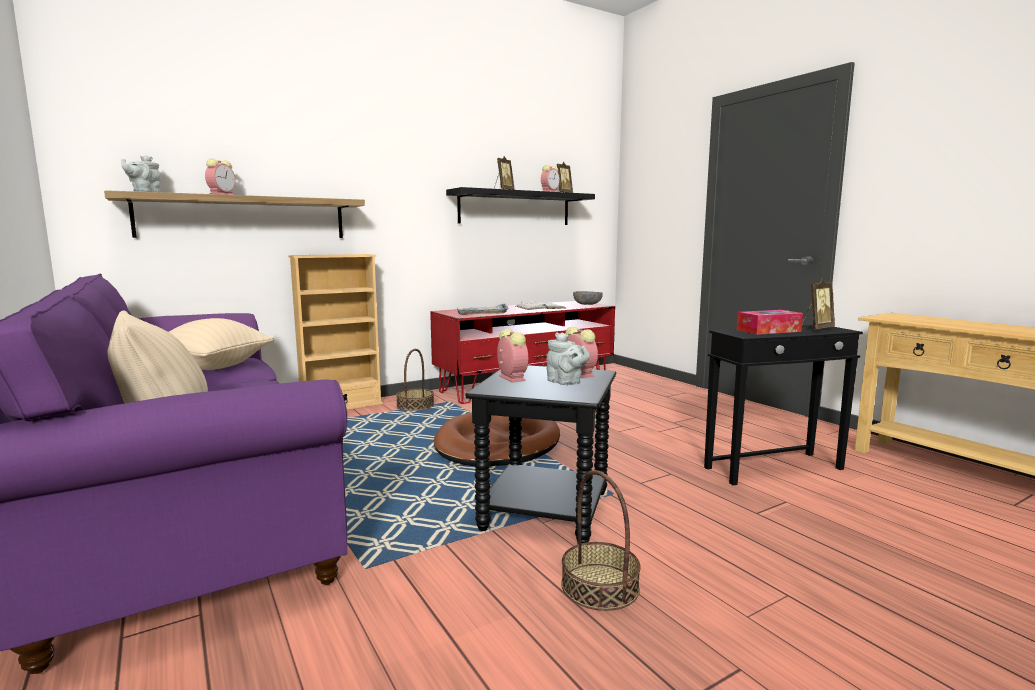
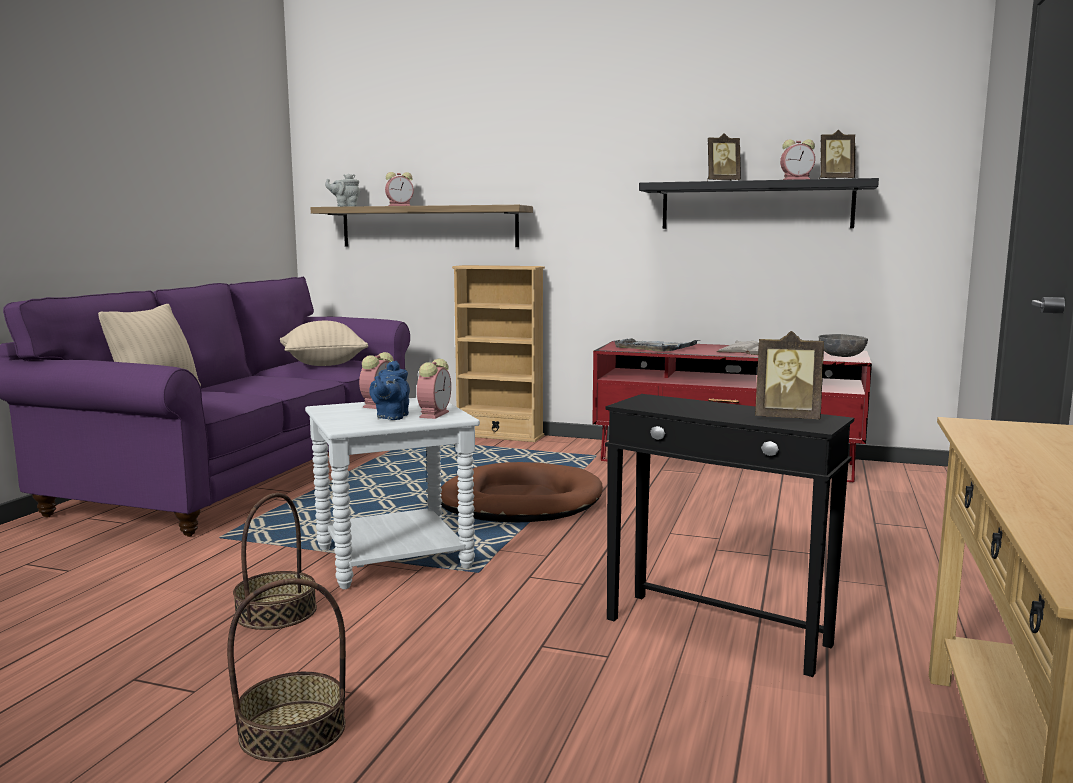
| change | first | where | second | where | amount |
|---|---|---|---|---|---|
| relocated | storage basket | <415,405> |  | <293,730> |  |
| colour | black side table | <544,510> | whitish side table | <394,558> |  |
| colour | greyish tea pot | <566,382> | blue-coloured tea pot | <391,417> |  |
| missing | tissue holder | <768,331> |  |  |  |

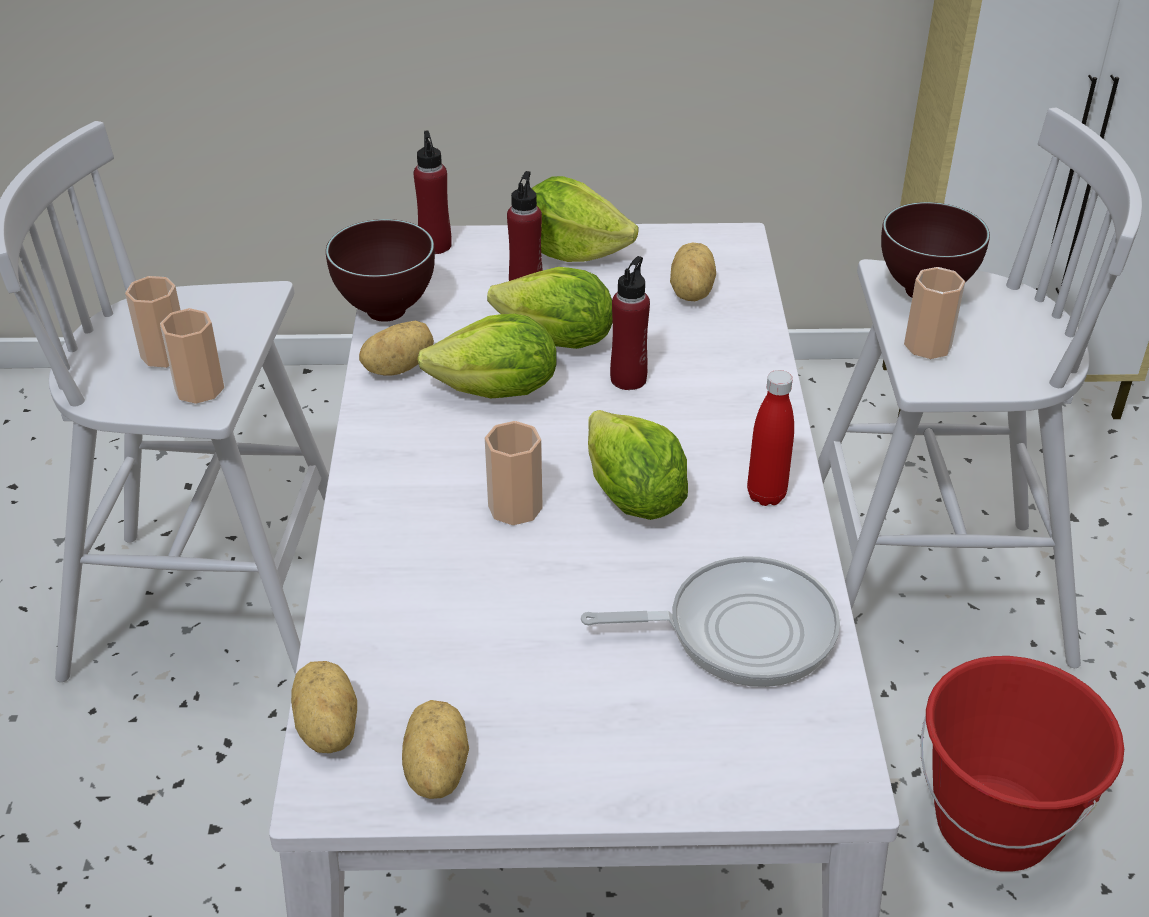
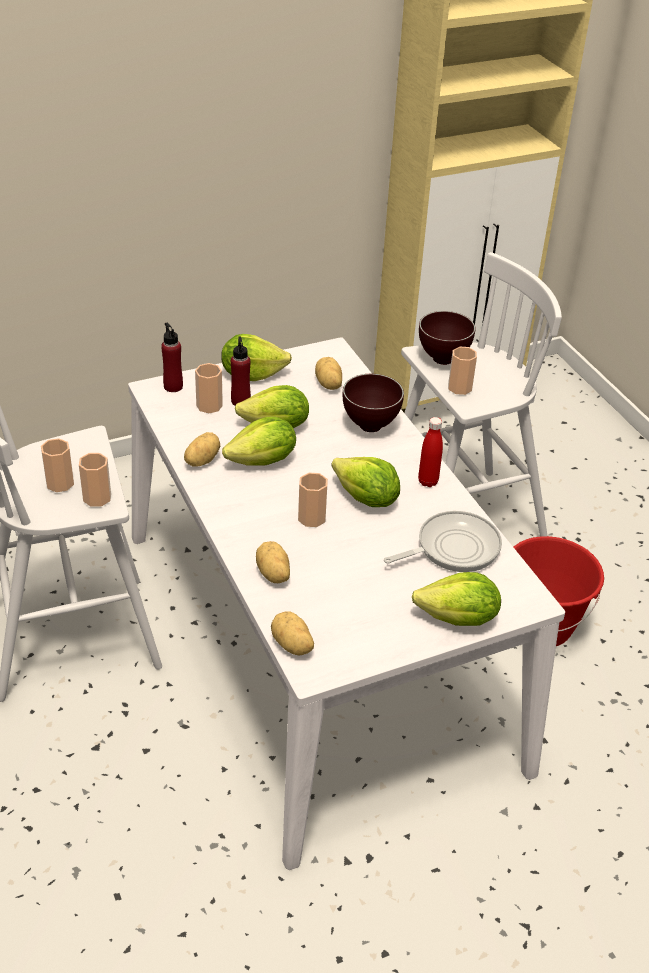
| change | first | where | second | where | amount |
|---|---|---|---|---|---|
| relocated | brownish deep dish | <389,312> |  | <371,426> |  |
| relocated | potato | <434,771> |  | <272,574> |  |
| missing | red beverage bottle | <628,379> |  |  |  |
| appeared |  |  | small cup | <209,406> |  |
| appeared |  |  | lettuce | <458,619> |  |

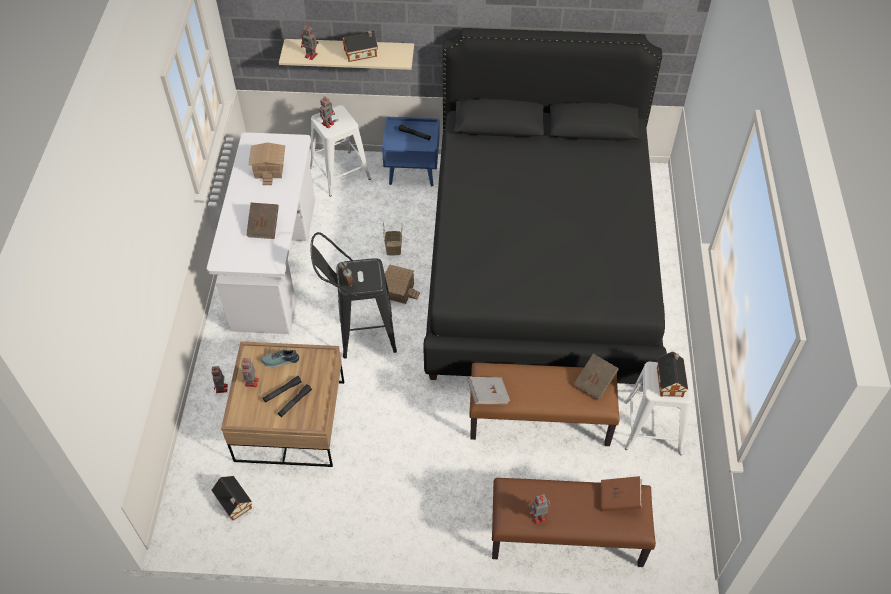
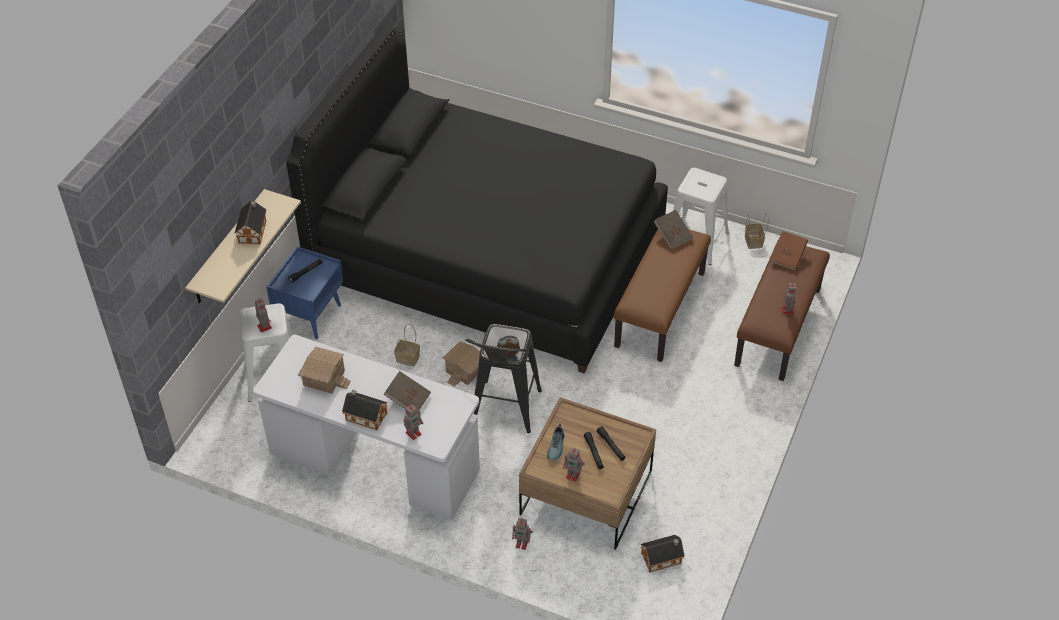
| change | first | where | second | where | amount |
|---|---|---|---|---|---|
| relocated | toy robot | <311,56> |  | <414,433> |  |
| missing | greyish bound book | <488,395> |  |  |  |
| relocated | toy house | <670,380> |  | <365,415> |  |
| appeared |  |  | storage basket | <754,242> |  |

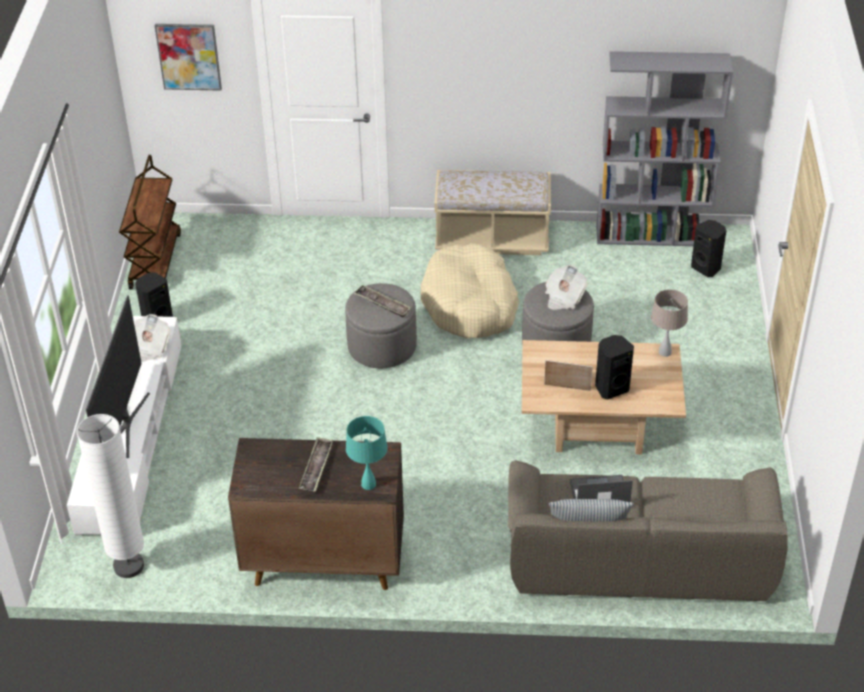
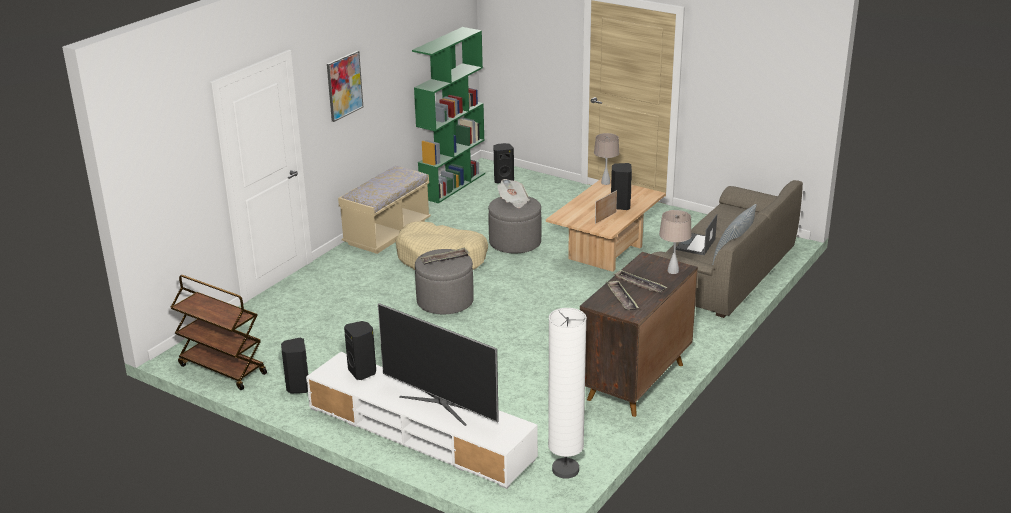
| change | first | where | second | where | amount |
|---|---|---|---|---|---|
| exchanged | printed paper | <149,348> | black loudspeaker | <363,372> |  |
| relocated | picture | <188,56> |  | <344,85> |  |
| colour | turquoise tabletop lamp | <368,484> | beige-coloured tabletop lamp | <673,271> |  |
| colour | greyish shelving unit | <652,235> | green-coloured shelving unit | <453,185> |  |
| appeared |  |  | tray | <621,298> |  |

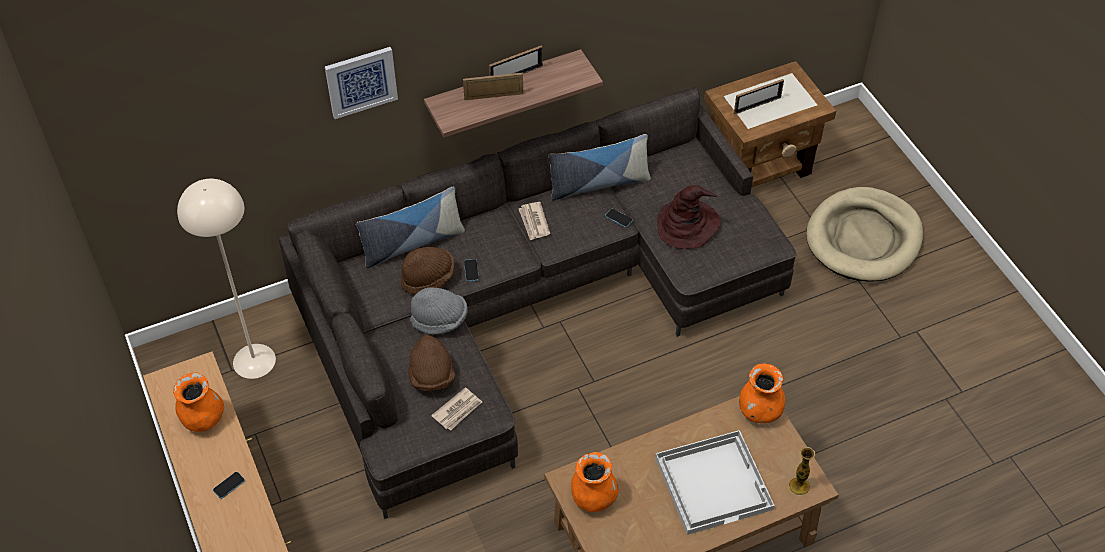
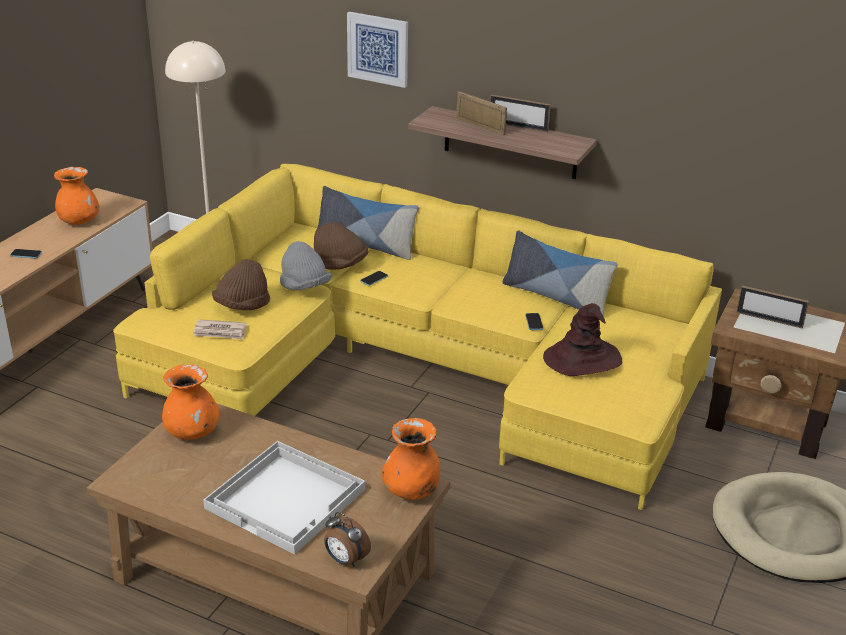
| change | first | where | second | where | amount |
|---|---|---|---|---|---|
| colour | greyish settee | <525,306> | yellow settee | <420,367> |  |
| missing | printed paper | <534,222> |  |  |  |
| exchanged | flower vase | <799,486> | bedside clock | <345,560> |  |

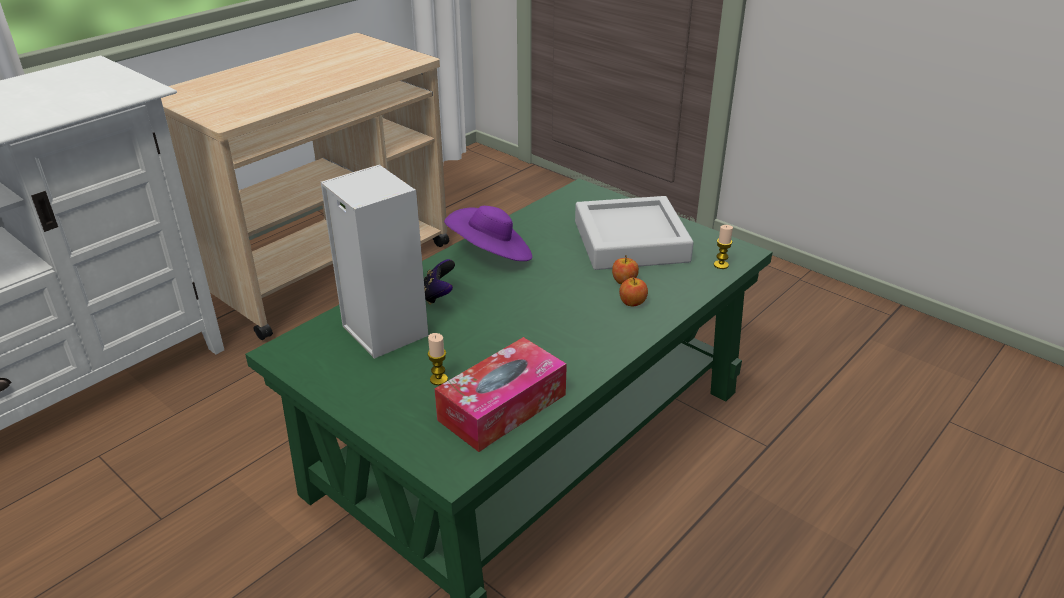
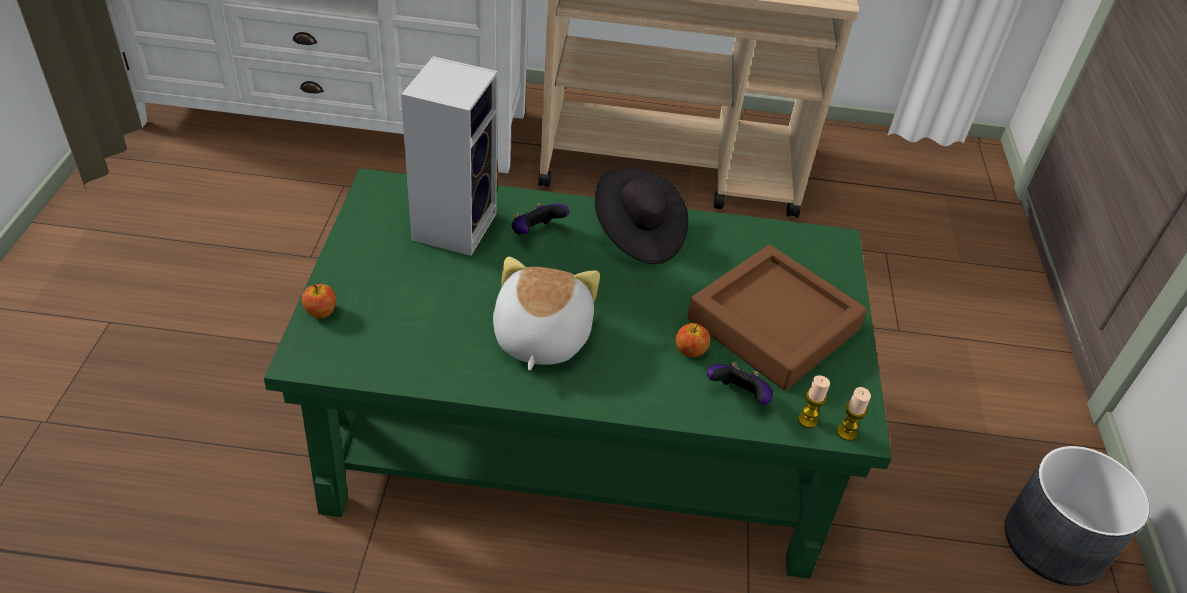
| change | first | where | second | where | amount |
|---|---|---|---|---|---|
| relocated | candle | <438,379> |  | <846,432> |  |
| missing | tissue holder | <502,407> |  |  |  |
| colour | purple clothing hat | <491,255> | black clothing hat | <637,234> |  |
| colour | greyish tray | <630,241> | brownish tray | <773,324> |  |
| relocated | apple fruit | <632,302> |  | <321,312> |  |
| appeared |  |  | plush toy | <539,337> |  |
| appeared |  |  | game controller | <738,396> |  |
| appeared |  |  | greyish flower pot | <1055,542> |  |

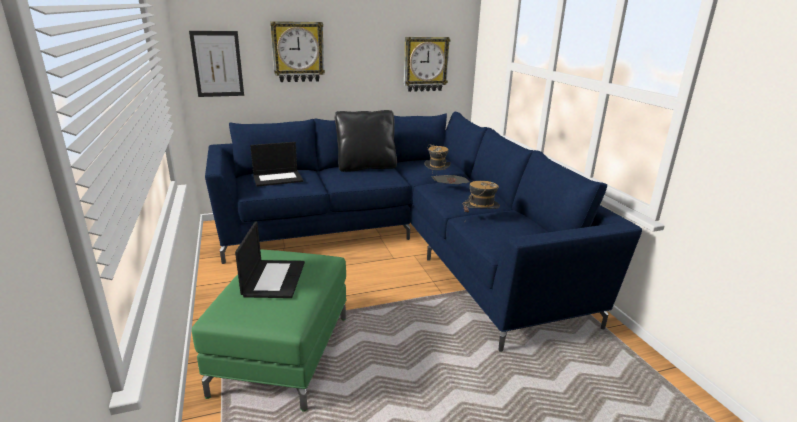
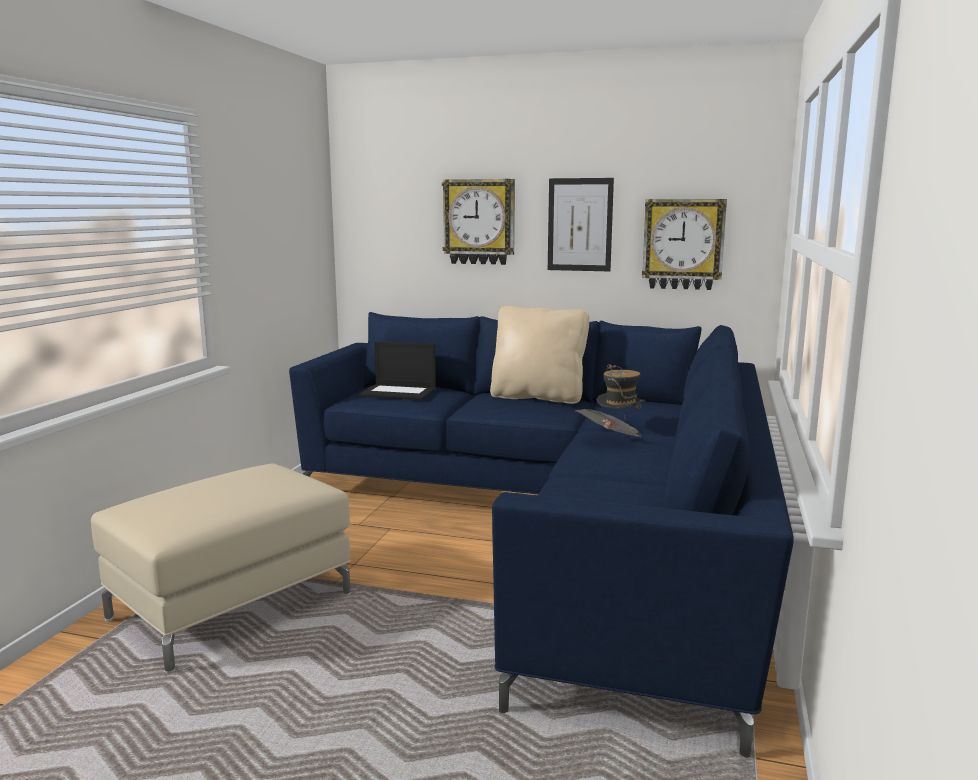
| change | first | where | second | where | amount |
|---|---|---|---|---|---|
| relocated | picture | <217,64> |  | <580,225> |  |
| colour | green-coloured ottoman | <282,353> | beige-coloured ottoman | <232,605> |  |
| missing | portable computer | <273,278> |  |  |  |
| colour | black throw pillow | <366,167> | beige-coloured throw pillow | <538,397> |  |
| missing | clothing hat | <480,220> |  |  |  |

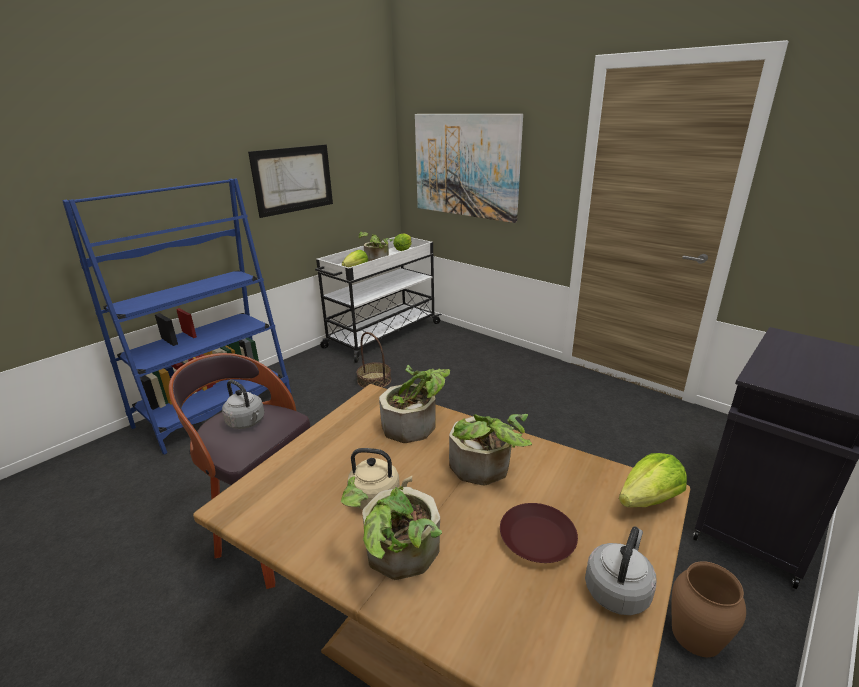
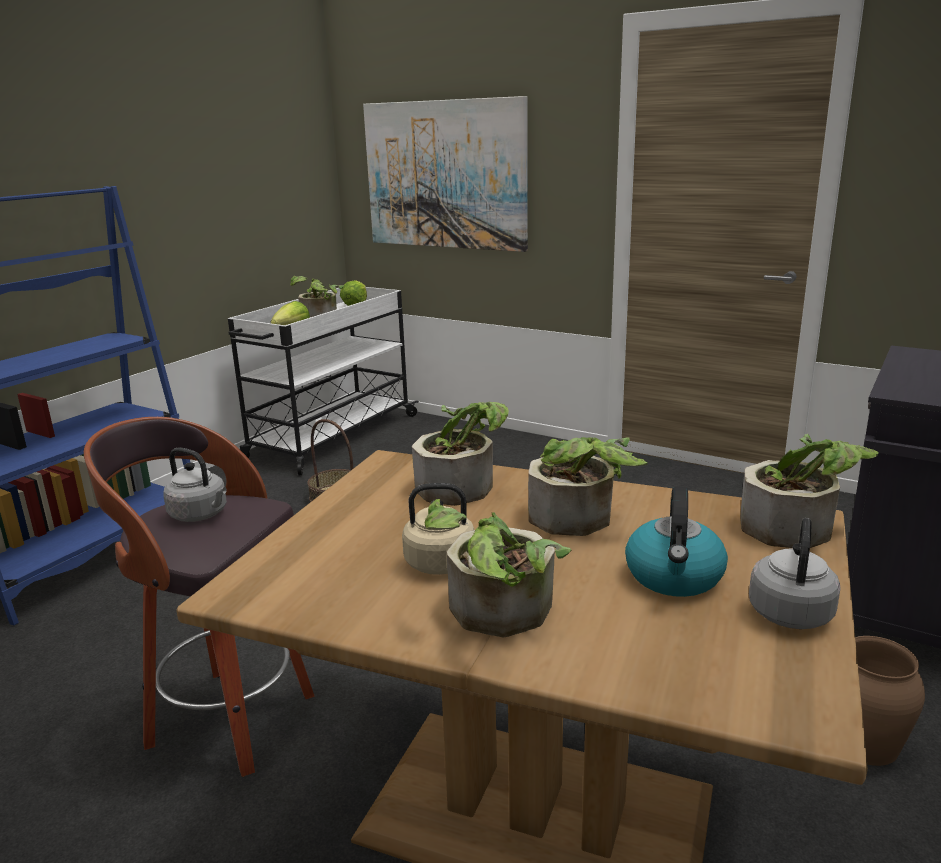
| change | first | where | second | where | amount |
|---|---|---|---|---|---|
| missing | picture | <293,179> |  |  |  |
| exchanged | brownish plate | <538,538> | water kettle | <674,577> |  |
| exchanged | lettuce | <649,500> | potted plant | <798,528> |  |

